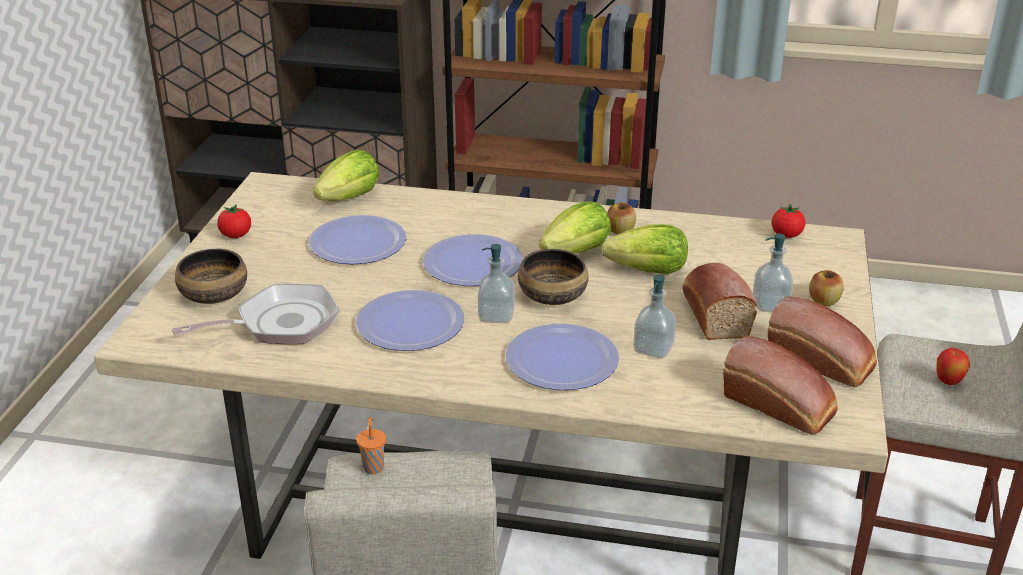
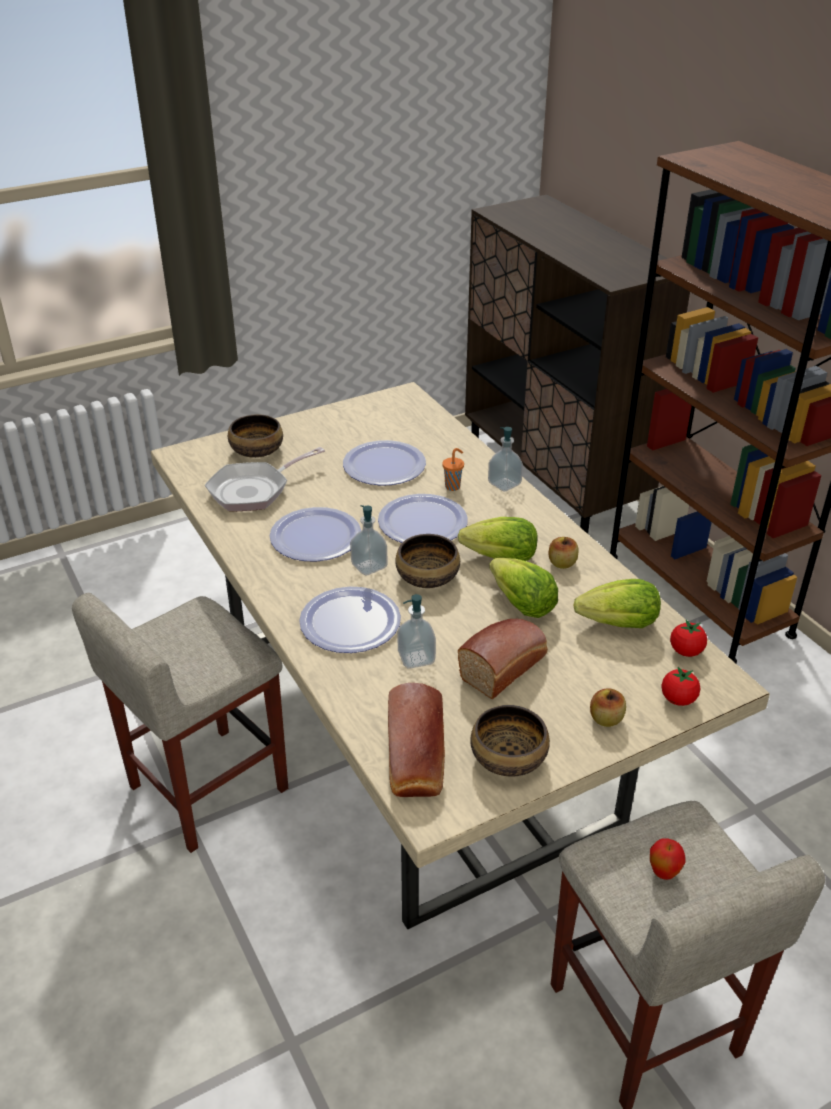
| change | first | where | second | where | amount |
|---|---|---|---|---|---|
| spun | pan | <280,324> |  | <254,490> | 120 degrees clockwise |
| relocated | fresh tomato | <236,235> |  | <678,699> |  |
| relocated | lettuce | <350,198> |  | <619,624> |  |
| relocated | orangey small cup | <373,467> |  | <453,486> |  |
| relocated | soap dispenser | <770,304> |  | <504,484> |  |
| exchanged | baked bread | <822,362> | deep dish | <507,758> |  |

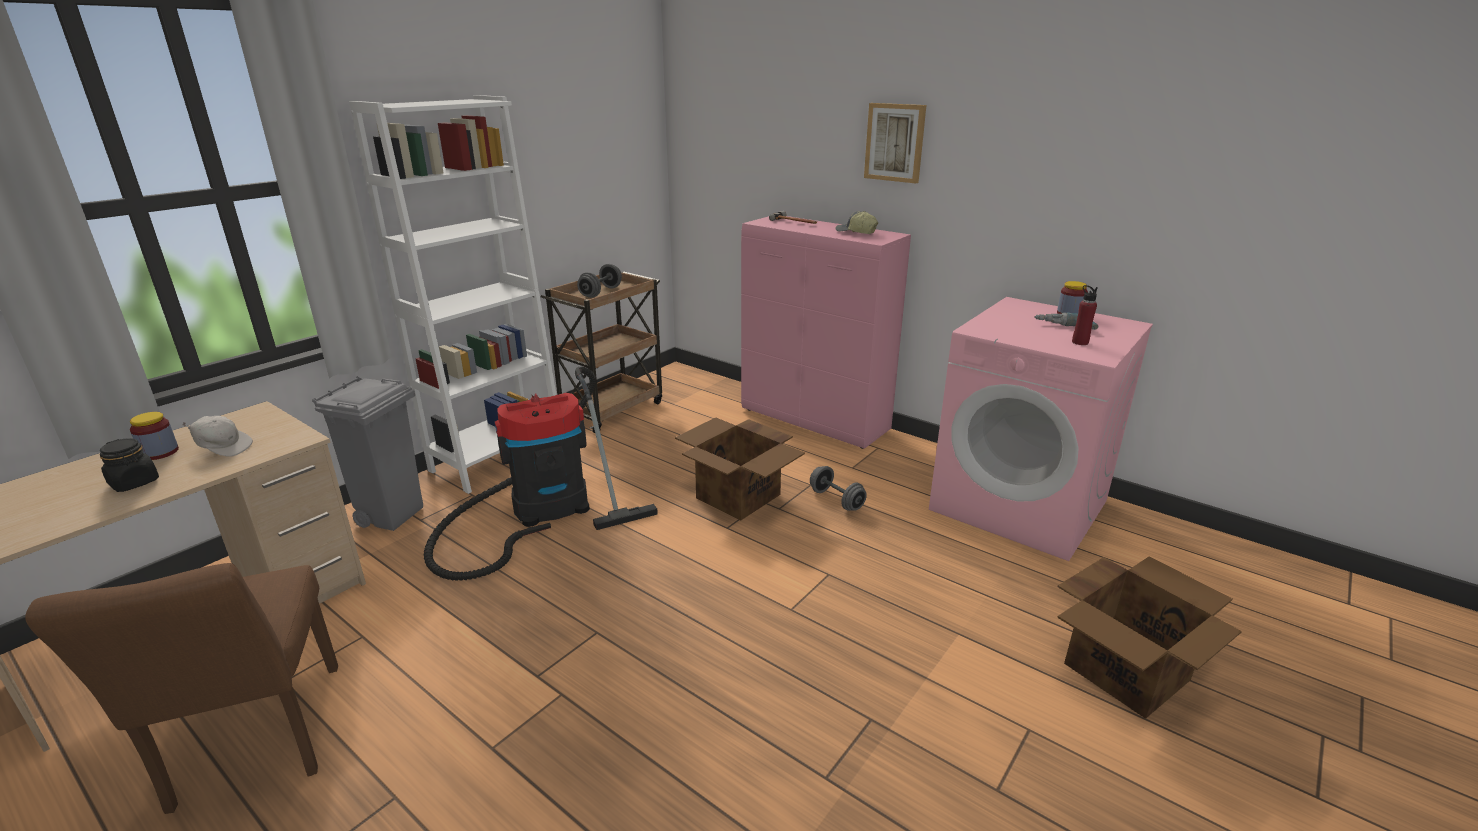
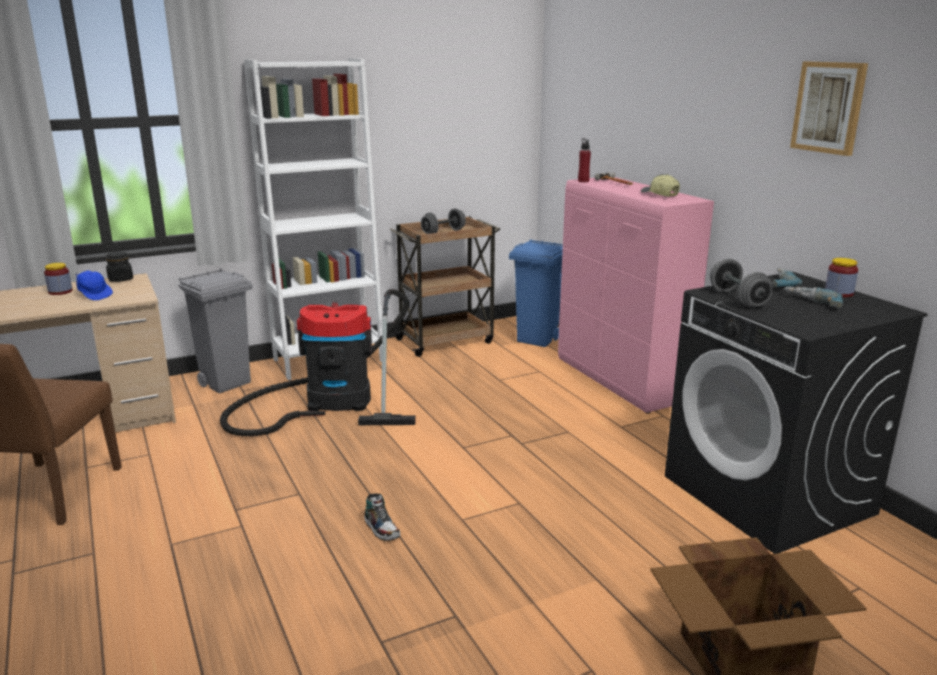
| change | first | where | second | where | amount |
|---|---|---|---|---|---|
| relocated | black jar | <134,483> |  | <121,279> |  |
| colour | whitish baseball cap | <223,448> | blue-coloured baseball cap | <94,295> |  |
| missing | carton | <739,497> |  |  |  |
| relocated | greyish free weight | <836,500> |  | <738,299> |  |
| relocated | picture | <895,142> |  | <829,107> |  |
| colour | pinkish laundry machine | <1020,505> | black laundry machine | <769,495> |  |
| relocated | red beverage bottle | <1080,342> |  | <583,181> |  |
| appeared |  |  | low shoe | <382,529> |  |
| appeared |  |  | blue-coloured waste bin | <537,340> |  |
| appeared |  |  | power drill | <776,283> |  |

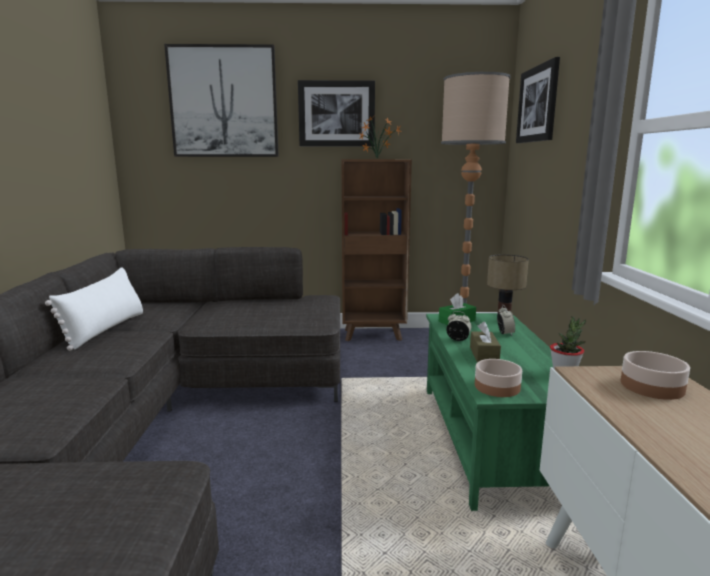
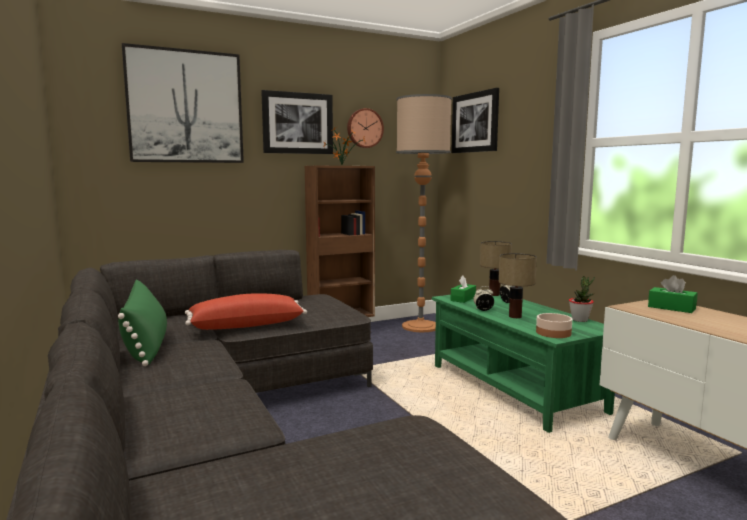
| change | first | where | second | where | amount |
|---|---|---|---|---|---|
| colour | whitish throw pillow | <106,329> | green-coloured throw pillow | <146,345> |  |
| exchanged | brownish tissue holder | <484,355> | tabletop lamp | <516,316> |  |
| exchanged | deep dish | <653,387> | green-coloured tissue holder | <671,308> |  |
| appeared |  |  | red throw pillow | <246,325> |  |
| appeared |  |  | clock on the wall | <364,128> |  |

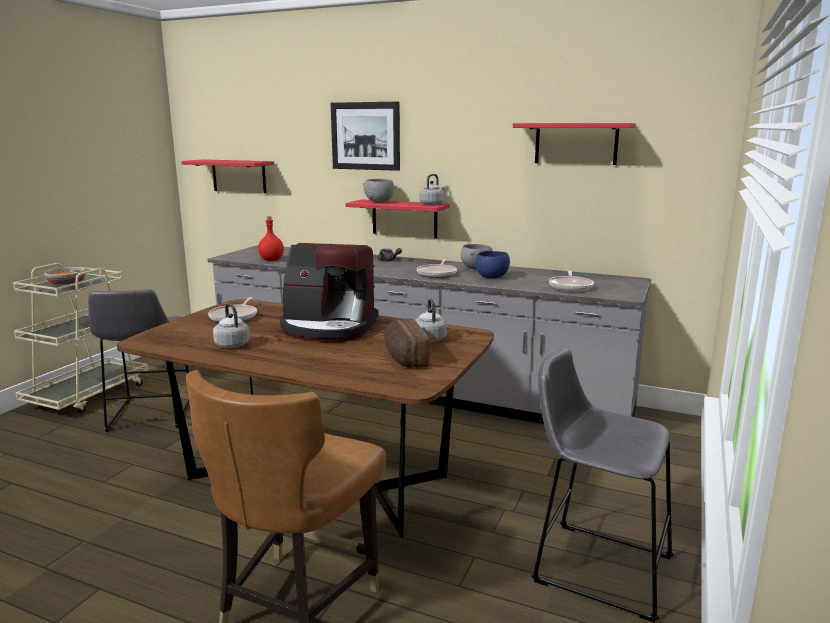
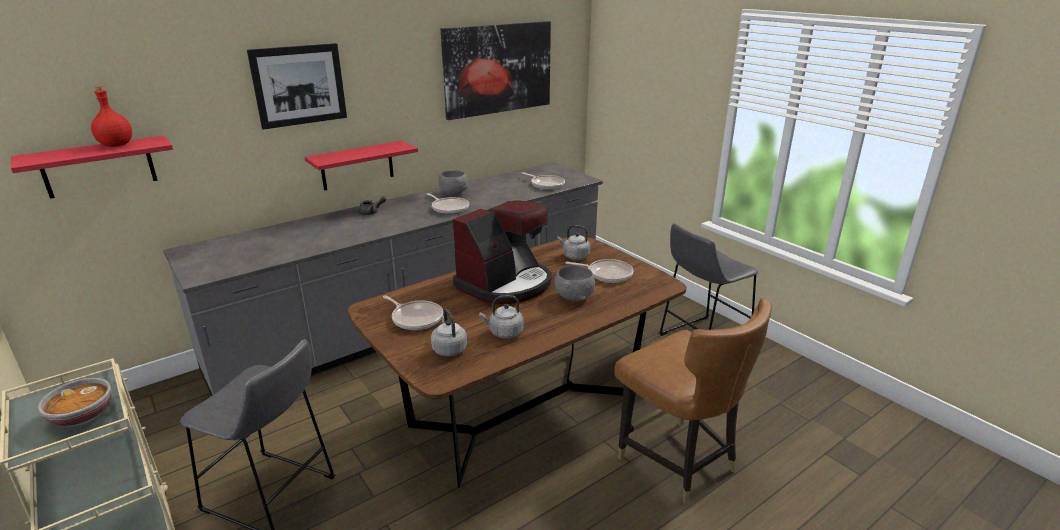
| change | first | where | second | where | amount |
|---|---|---|---|---|---|
| relocated | red beverage bottle | <272,260> |  | <116,145> |  |
| relocated | greyish deep dish | <380,201> |  | <574,297> |  |
| exchanged | baked bread | <404,358> | pan | <607,274> |  |
| relocated | greyish water kettle | <432,204> |  | <449,348> |  |
| missing | blue-coloured deep dish | <491,277> |  |  |  |
| exchanged | red bracket shelf | <576,143> | picture | <498,69> |  |

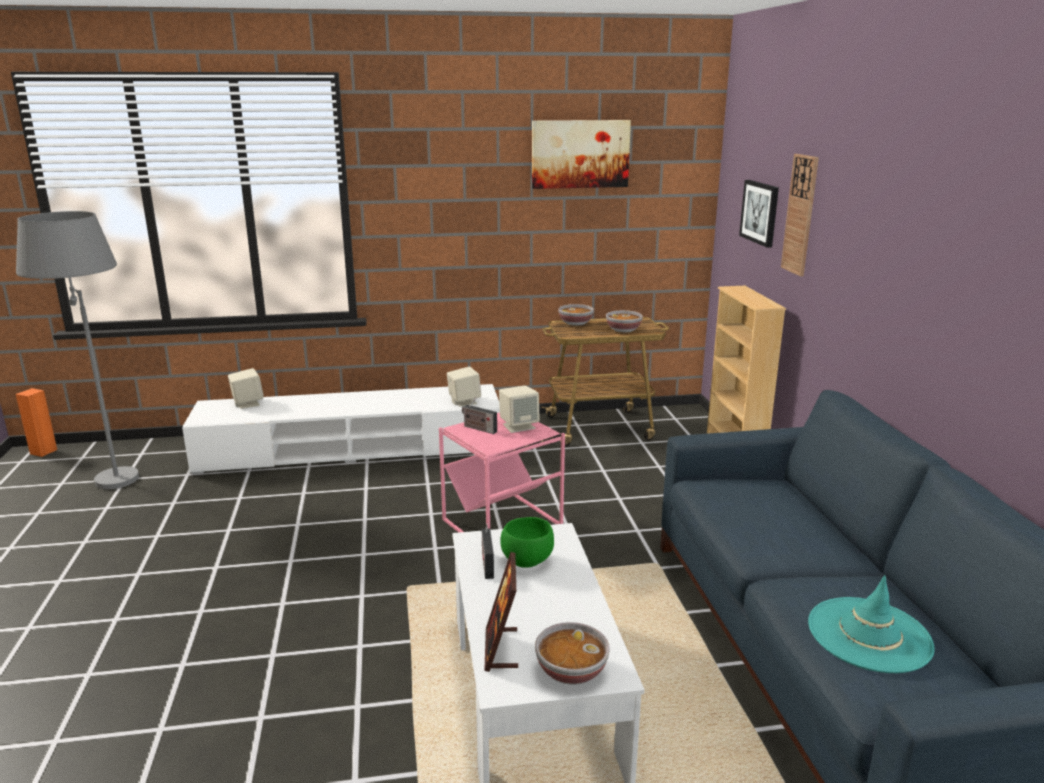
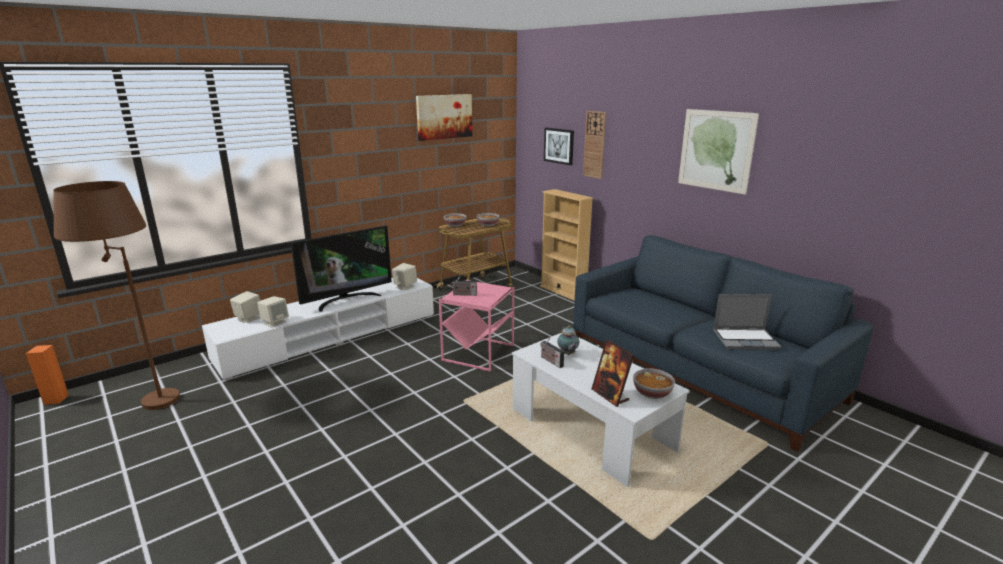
| change | first | where | second | where | amount |
|---|---|---|---|---|---|
| colour | greyish floor lamp | <109,472> | brownish floor lamp | <146,397> |  |
| relocated | beige-coloured loudspeaker | <519,426> |  | <275,322> |  |
| exchanged | green-coloured deep dish | <526,561> | tea pot | <568,354> |  |
| exchanged | turquoise clothing hat | <869,634> | portable computer | <746,340> |  |
| appeared |  |  | television | <346,300> |  |
| appeared |  |  | picture | <716,150> |  |

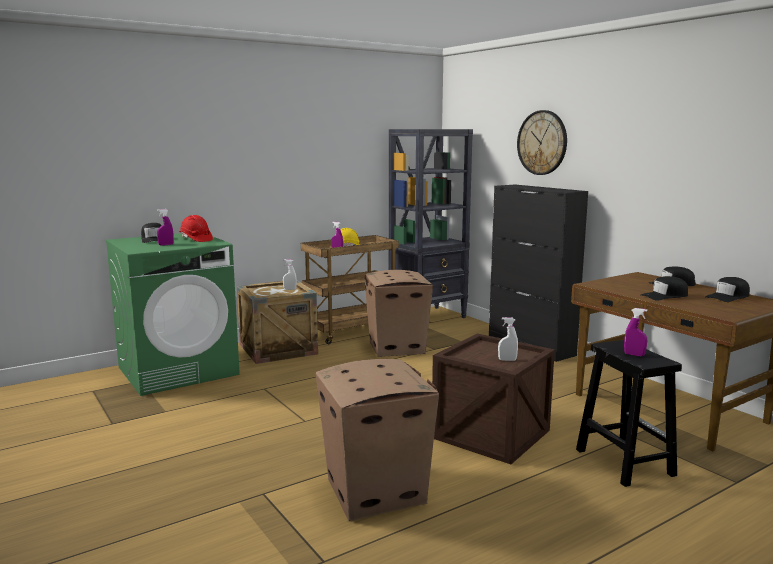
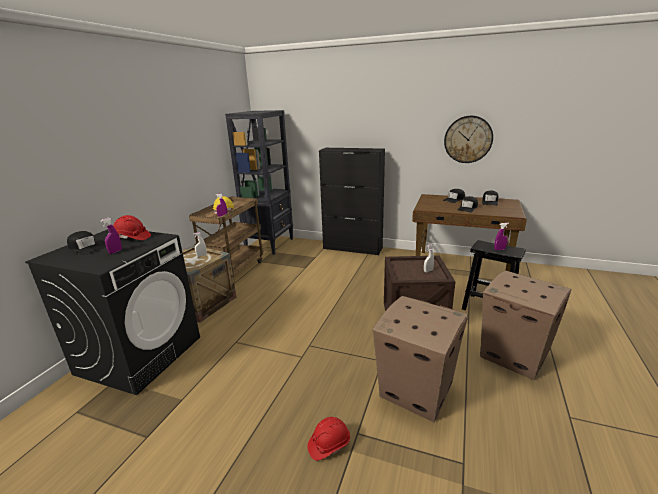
| change | first | where | second | where | amount |
|---|---|---|---|---|---|
| colour | green-coloured laundry machine | <178,371> | black laundry machine | <140,354> |  |
| relocated | carton | <397,348> |  | <515,355> |  |
| relocated | clock on the wall | <542,142> |  | <468,139> |  |
| appeared |  |  | red hard hat | <329,444> |  |

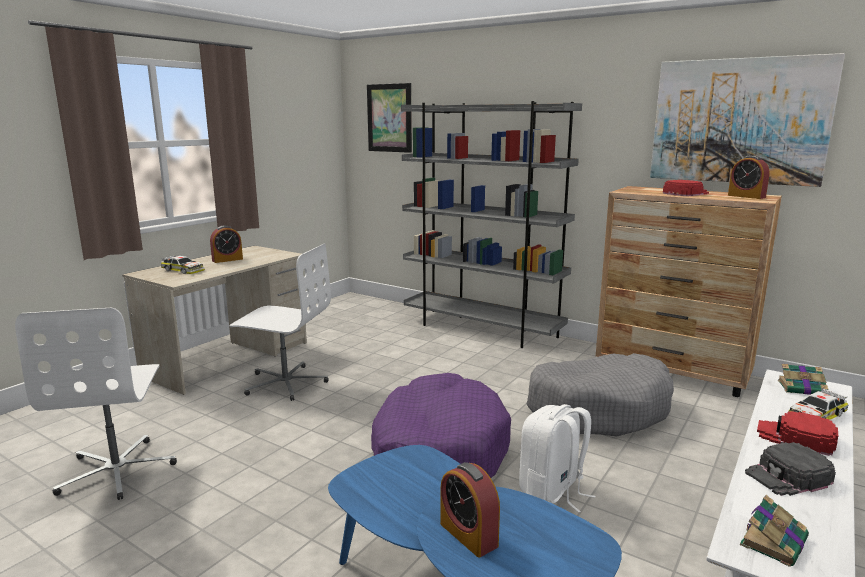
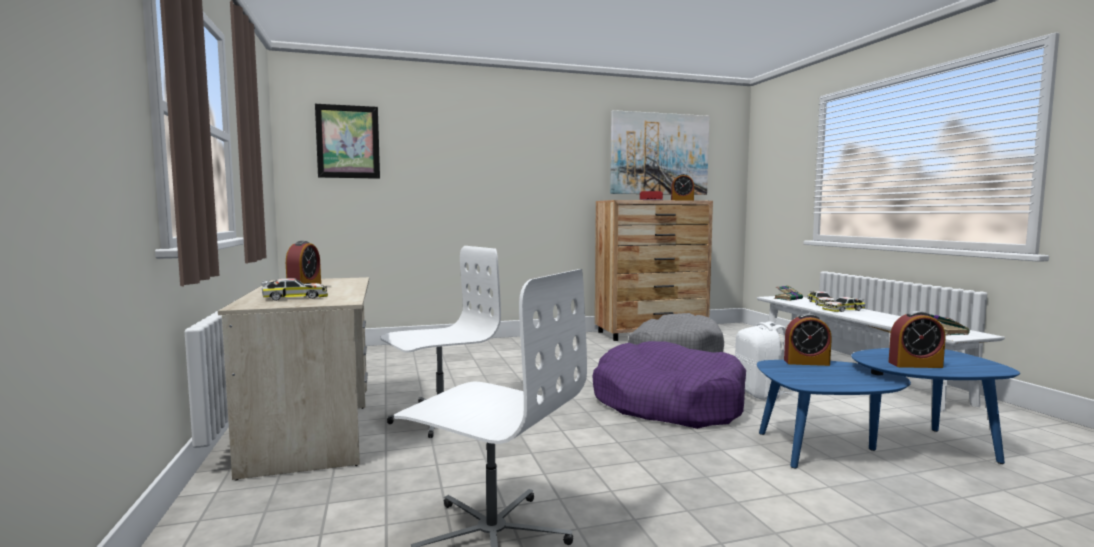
| change | first | where | second | where | amount |
|---|---|---|---|---|---|
| missing | greyish shelving unit | <482,329> |  |  |  |
| missing | black baseball cap | <788,477> |  |  |  |
| exchanged | red baseball cap | <795,438> | model car | <843,310> |  |
| appeared |  |  | bedside clock | <806,362> |  |

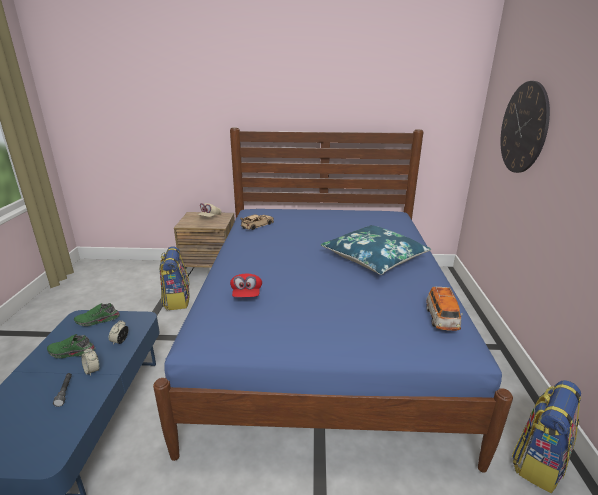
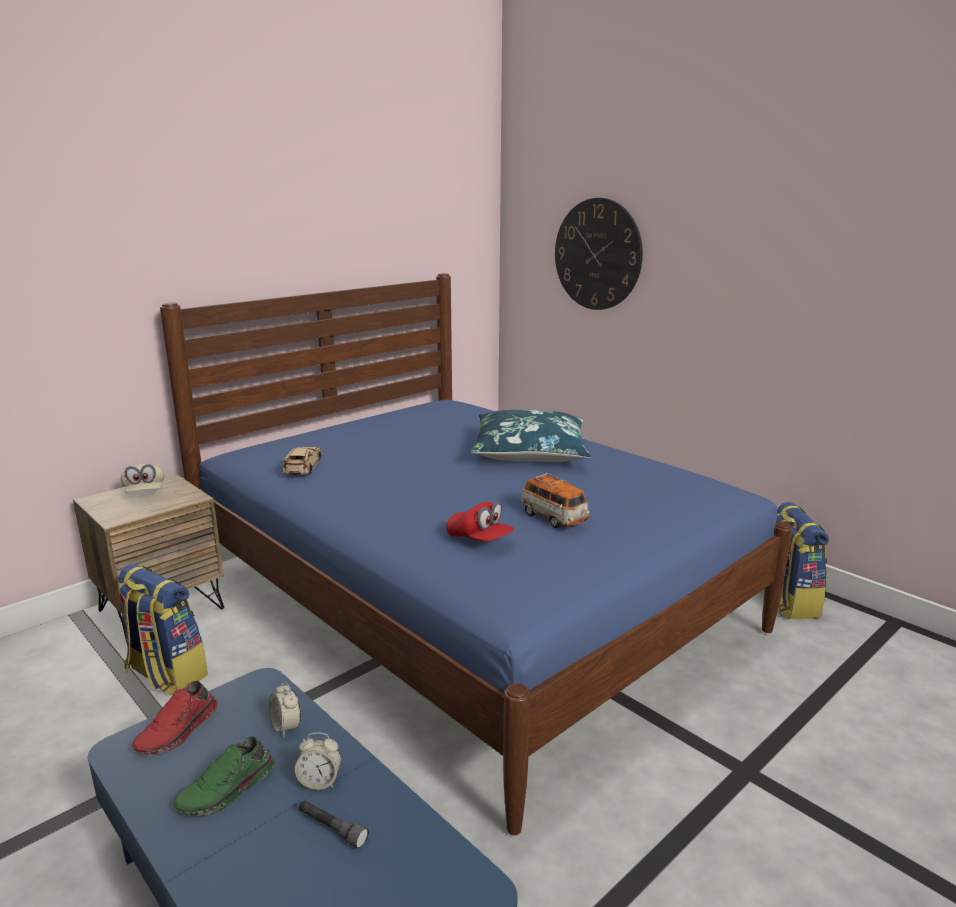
| change | first | where | second | where | amount |
|---|---|---|---|---|---|
| colour | green-coloured low shoe | <97,321> | red low shoe | <179,731> |  |
| relocated | model car | <441,319> |  | <554,518> |  |

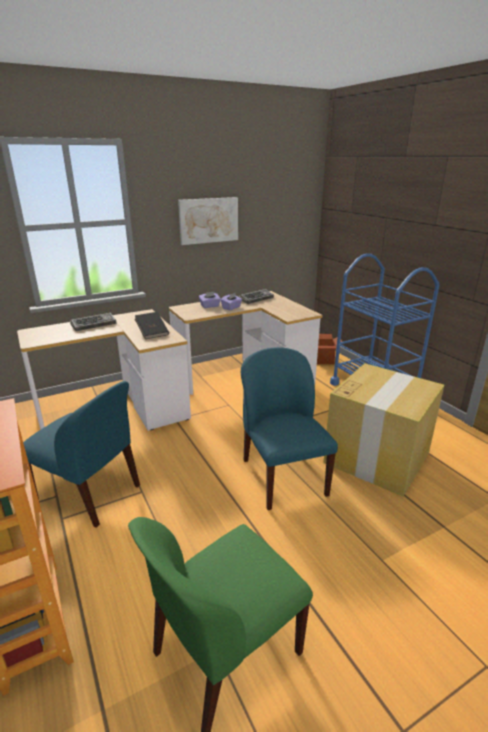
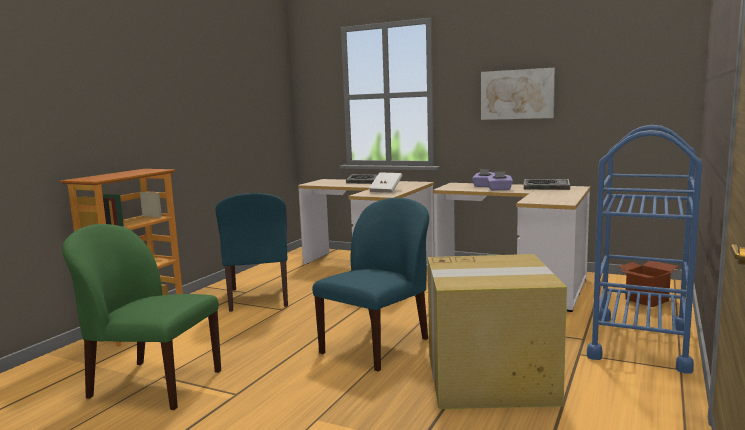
| change | first | where | second | where | amount |
|---|---|---|---|---|---|
| colour | black bound book | <152,333> | whitish bound book | <386,191> |  |

